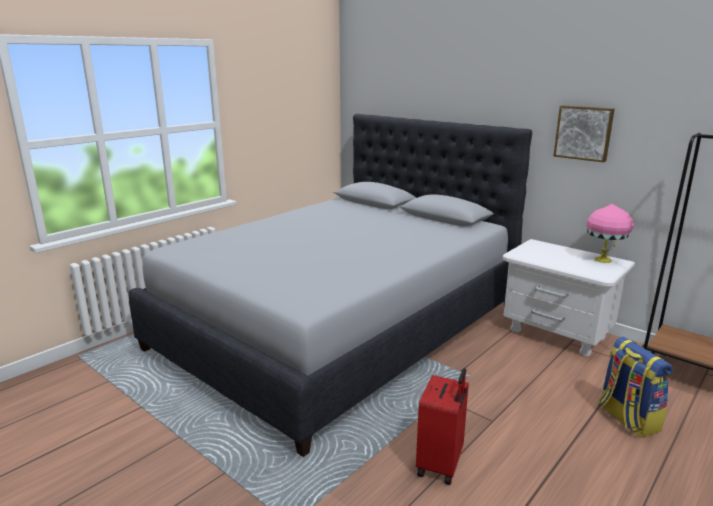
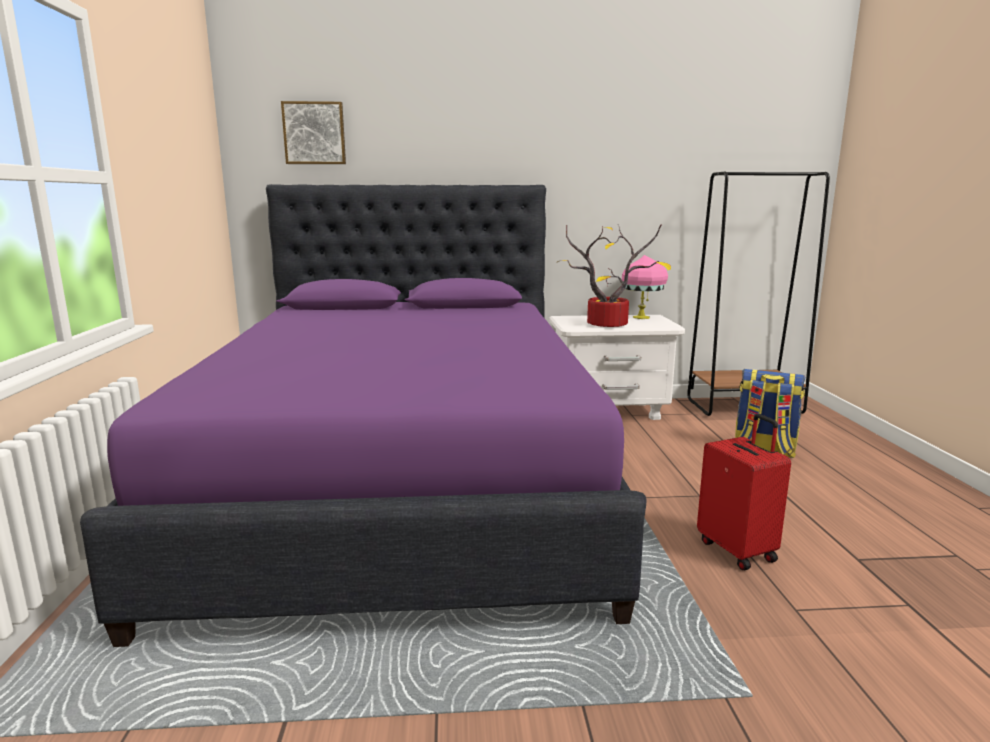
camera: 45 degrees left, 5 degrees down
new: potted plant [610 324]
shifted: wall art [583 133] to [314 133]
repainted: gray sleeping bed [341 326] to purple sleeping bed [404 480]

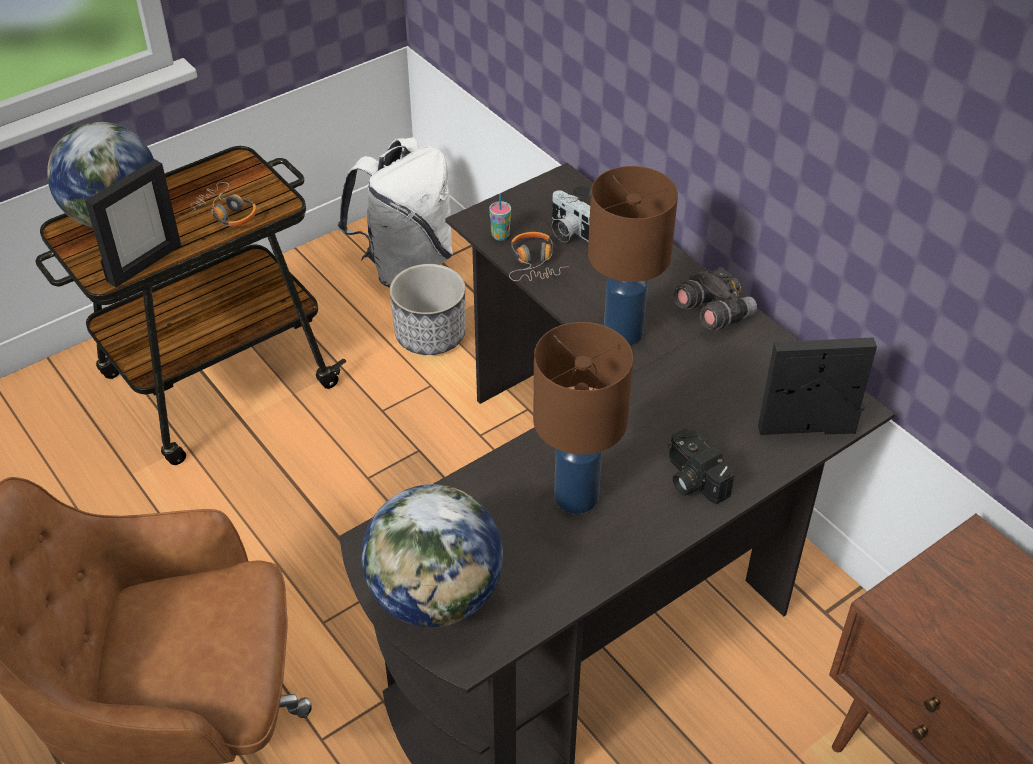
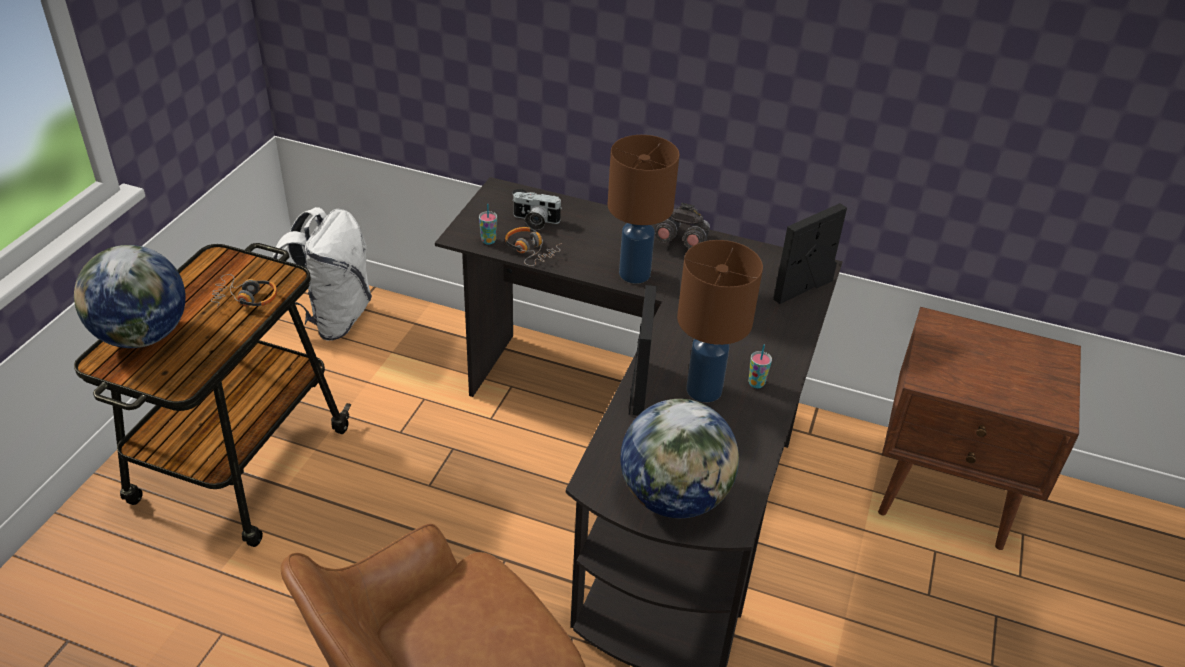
camera: 35 degrees left, 5 degrees down
gone: planter [430 335]; photo camera [691 480]
new: small cup [756 383]
shifted: standing frame [144 263] to [639 387]

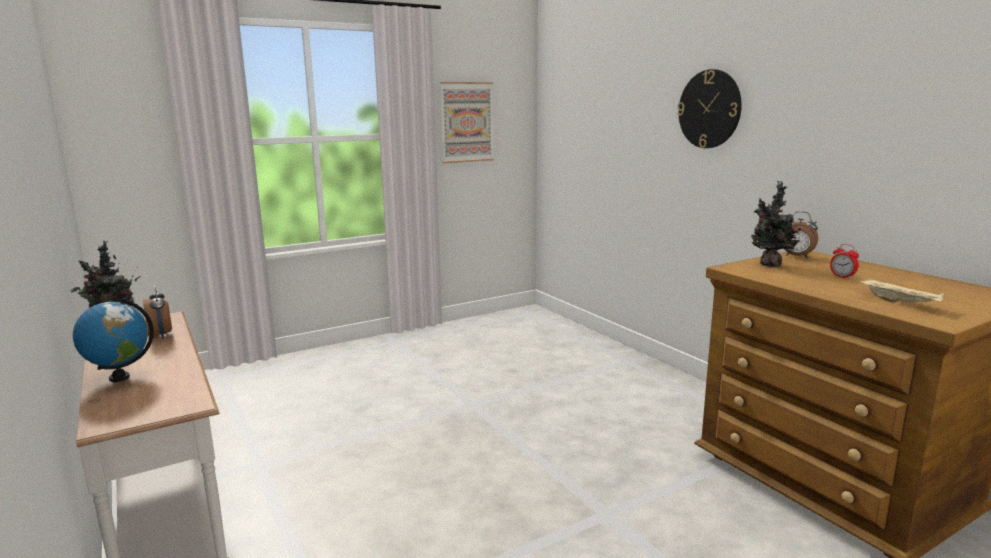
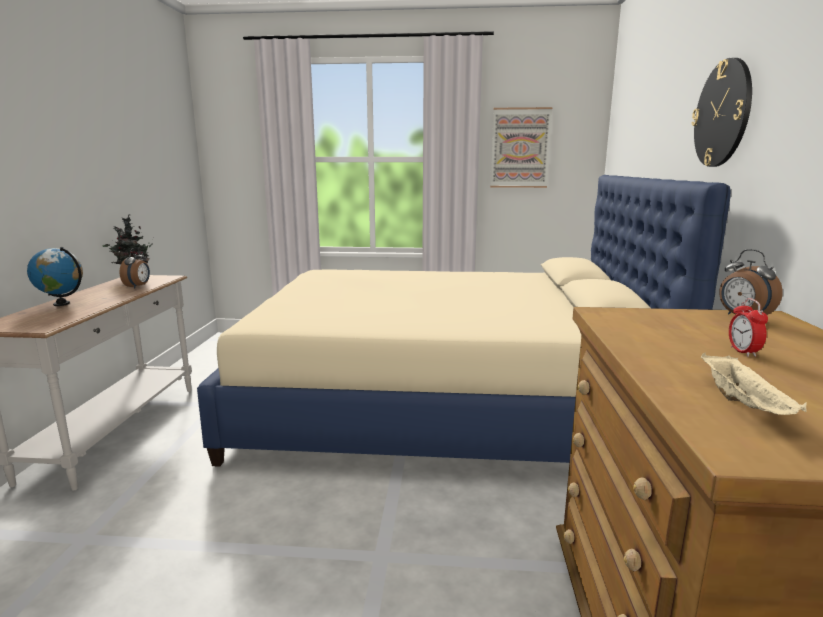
camera: 35 degrees right, 0 degrees up
gone: potted plant [770 265]
new: beige-coloured sleeping bed [442 403]

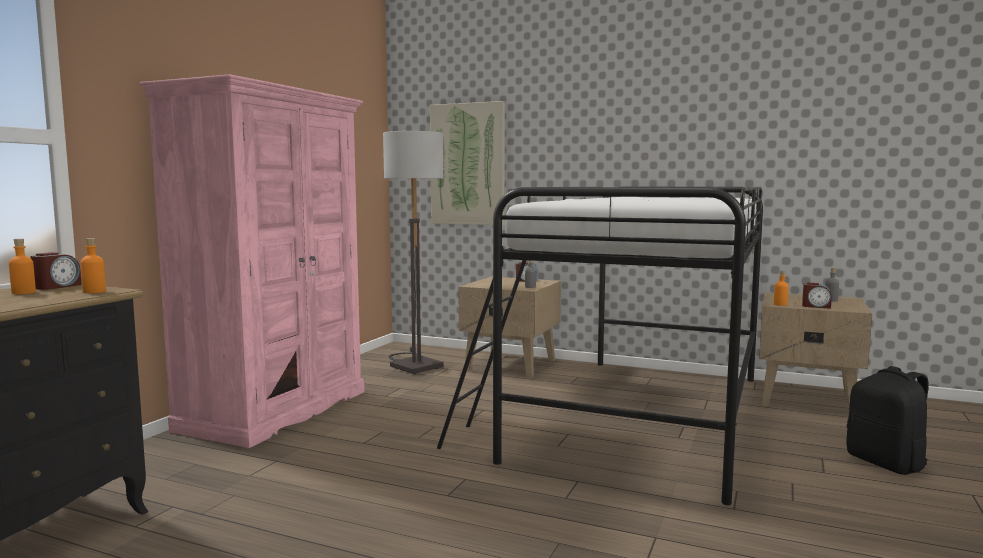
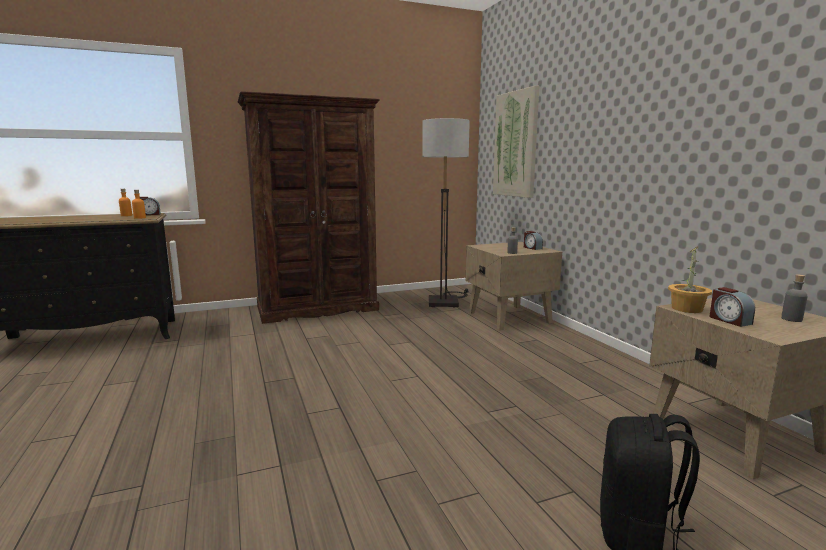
camera: 45 degrees right, 5 degrees up
gone: blackish sleeping bed [640 416]
swapped: orange-coloured drink bottle [780 304] to potted plant [687 309]
repainted: pink-coloured wardrobe [276 410] to brown-coloured wardrobe [317 308]

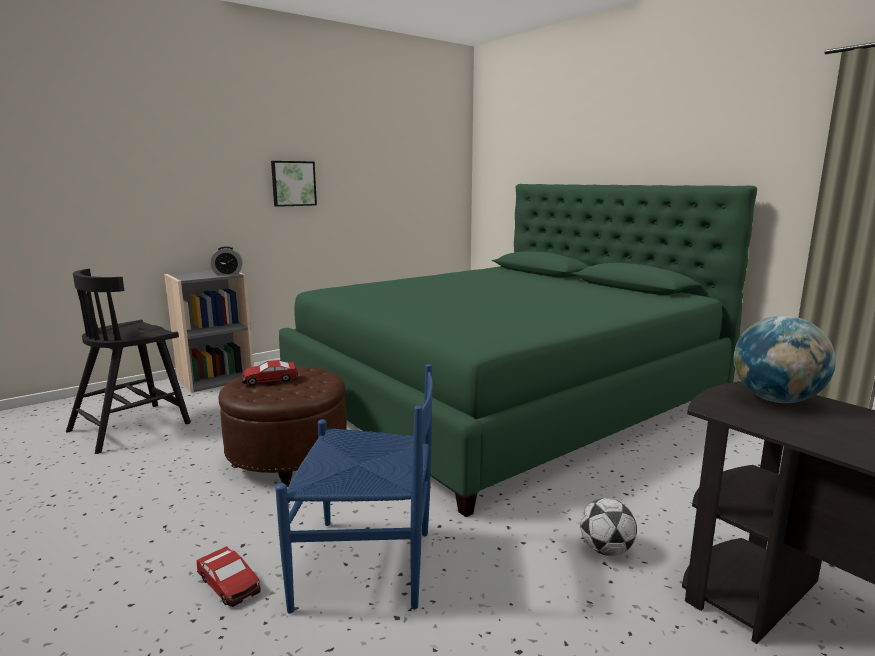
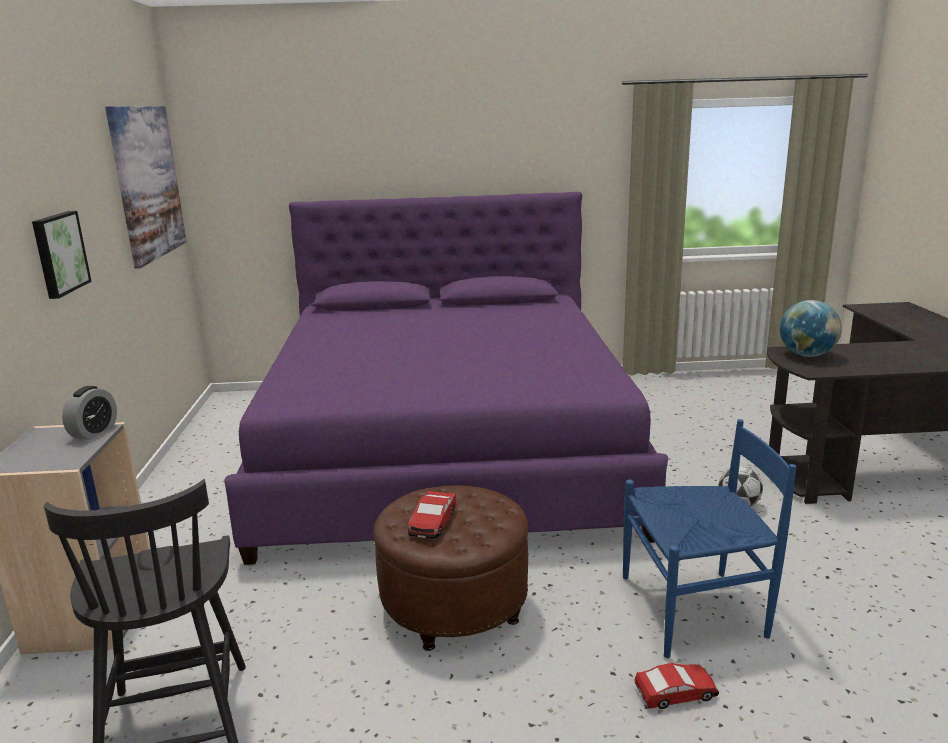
camera: 55 degrees left, 5 degrees up
new: wall art [147 182]
repainted: green-coloured sleeping bed [502 394] to purple sleeping bed [447 449]
rotated: bluish upright chair [367 566] = [695 609] 45 degrees clockwise

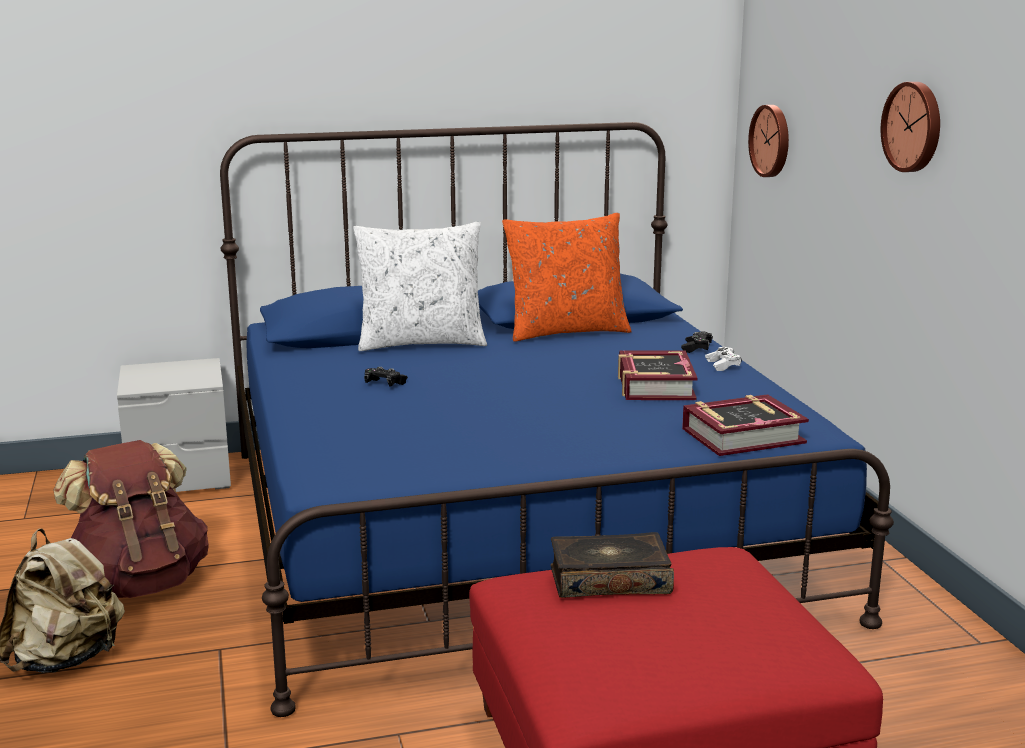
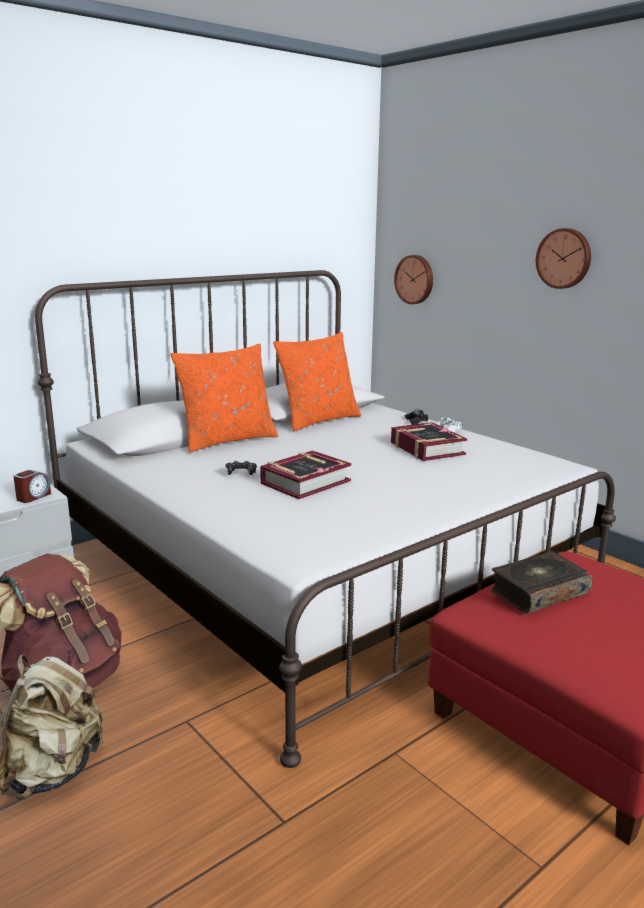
camera: 25 degrees left, 0 degrees up
new: bedside clock [33 497]
shifted: bound book [742 436] to [305 482]
repainted: bluish sleeping bed [511 529] to white-coloured sleeping bed [320 569]; white-coloured cushion [421 343] to orange-coloured cushion [227 440]

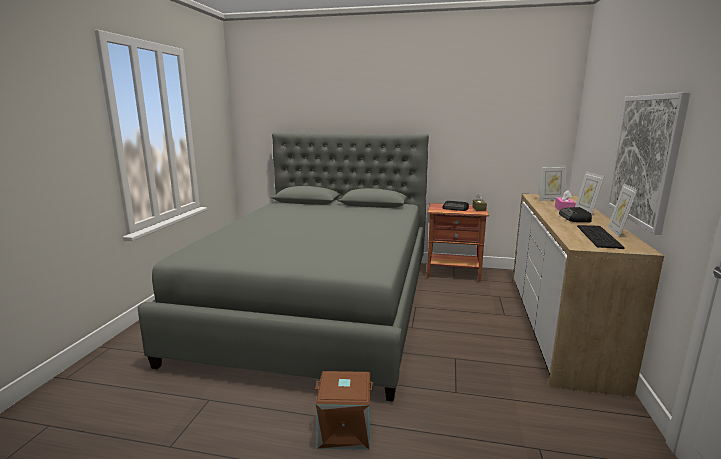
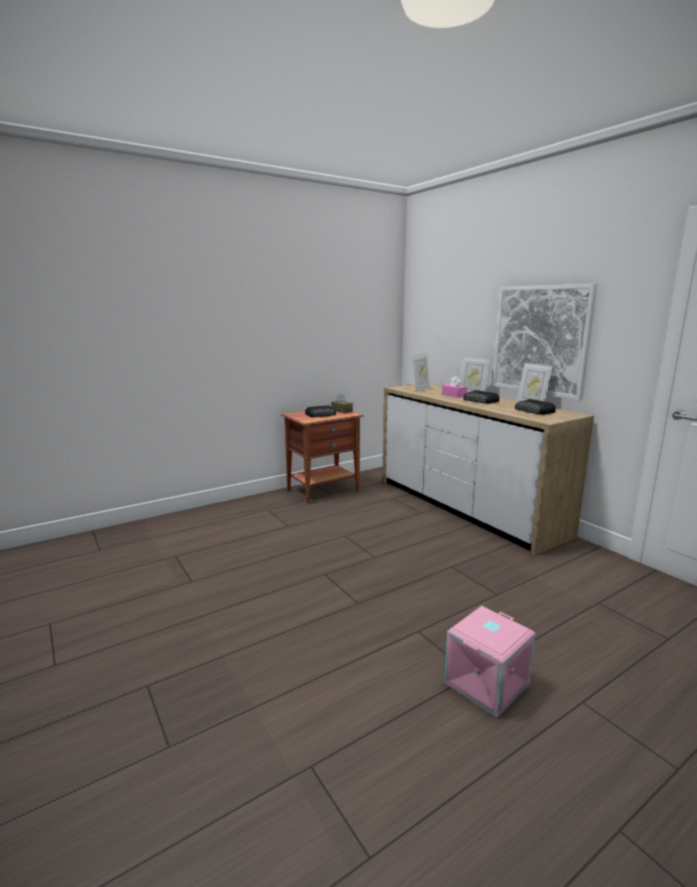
camera: 45 degrees left, 0 degrees up
gone: gray sleeping bed [320 303]
swapped: computer keyboard [600 237] to radio set [534 411]
repainted: brown-coloured storage container [344 430] to pink-coloured storage container [487 684]

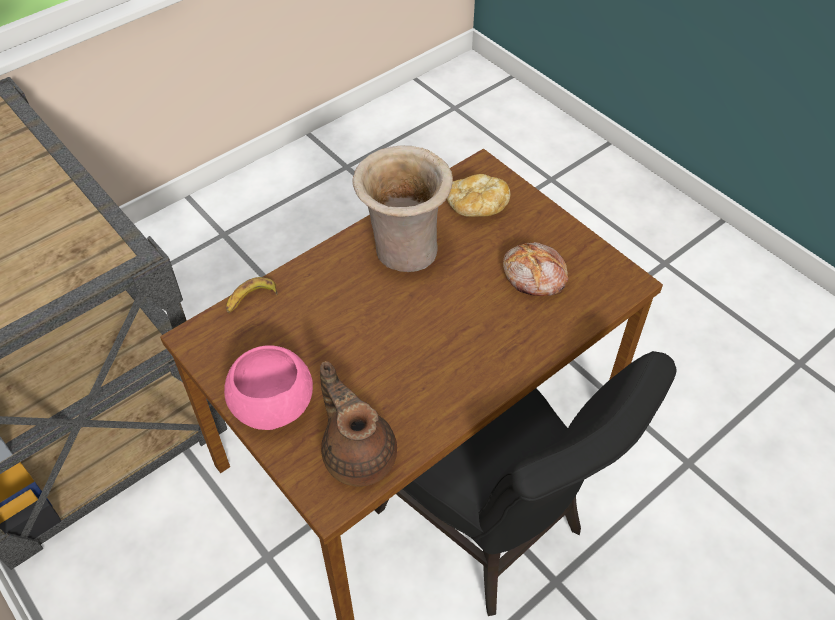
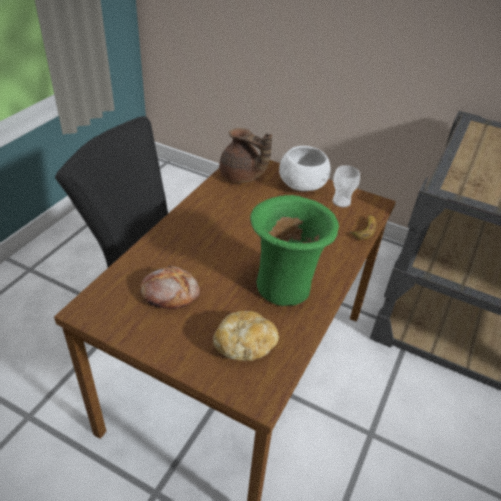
camera: 155 degrees right, 10 degrees down
new: small cup [341 202]
repainted: pink-coloured serving bowl [272 405] to white-coloured serving bowl [302 185]; beige-coloured flower vase [403 252] to green-coloured flower vase [284 286]

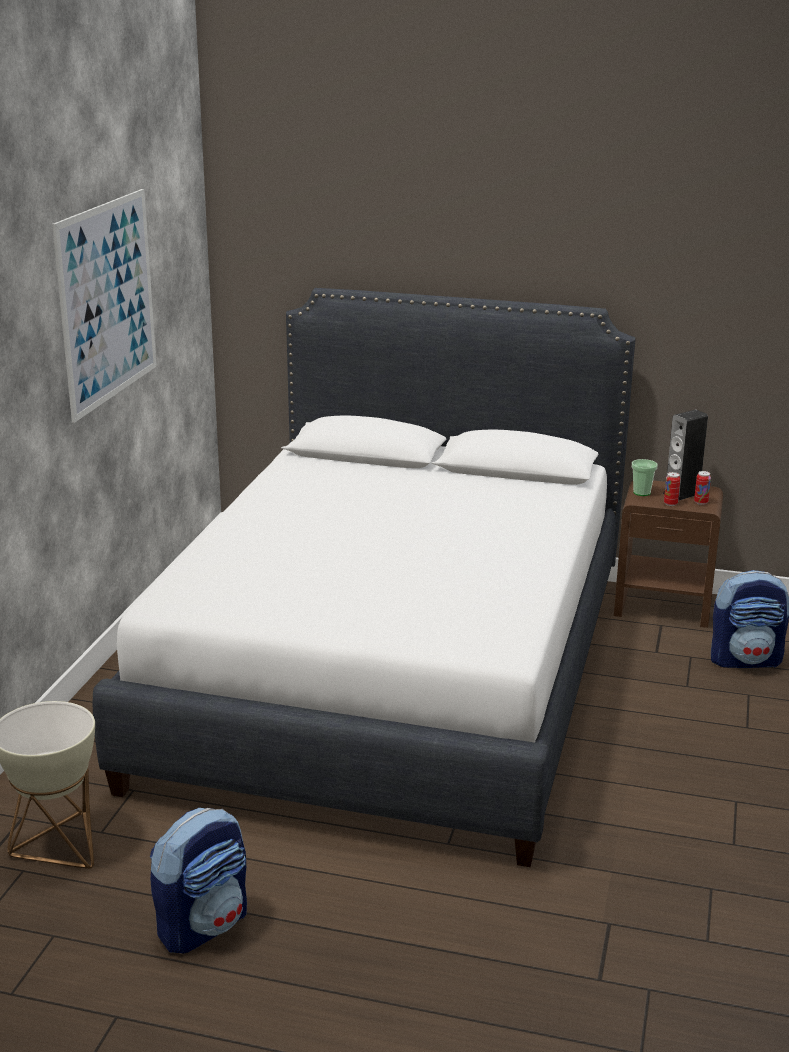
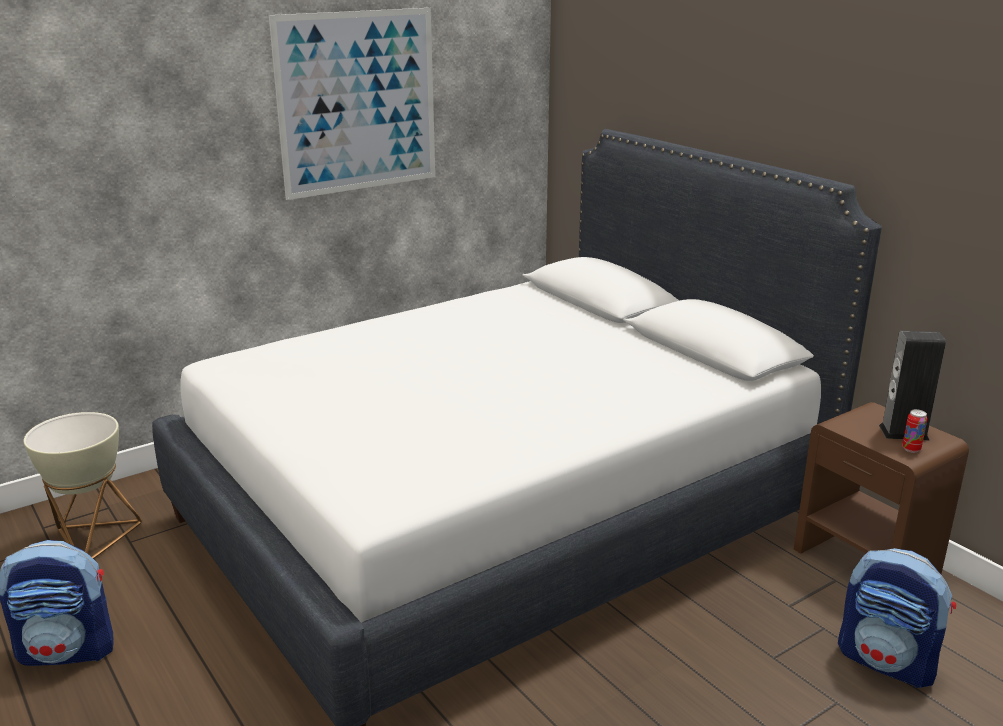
camera: 40 degrees right, 0 degrees up
gone: small cup [642 492]; metal can [670 504]

